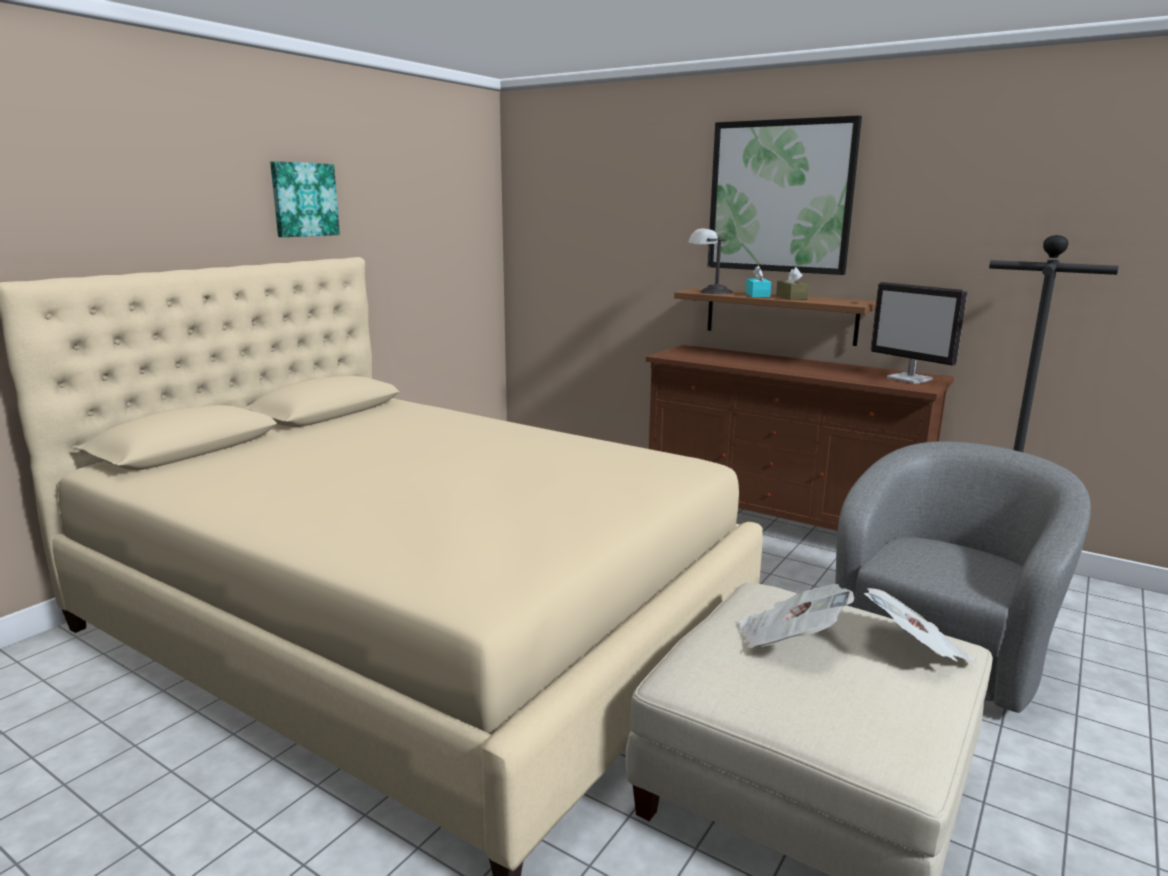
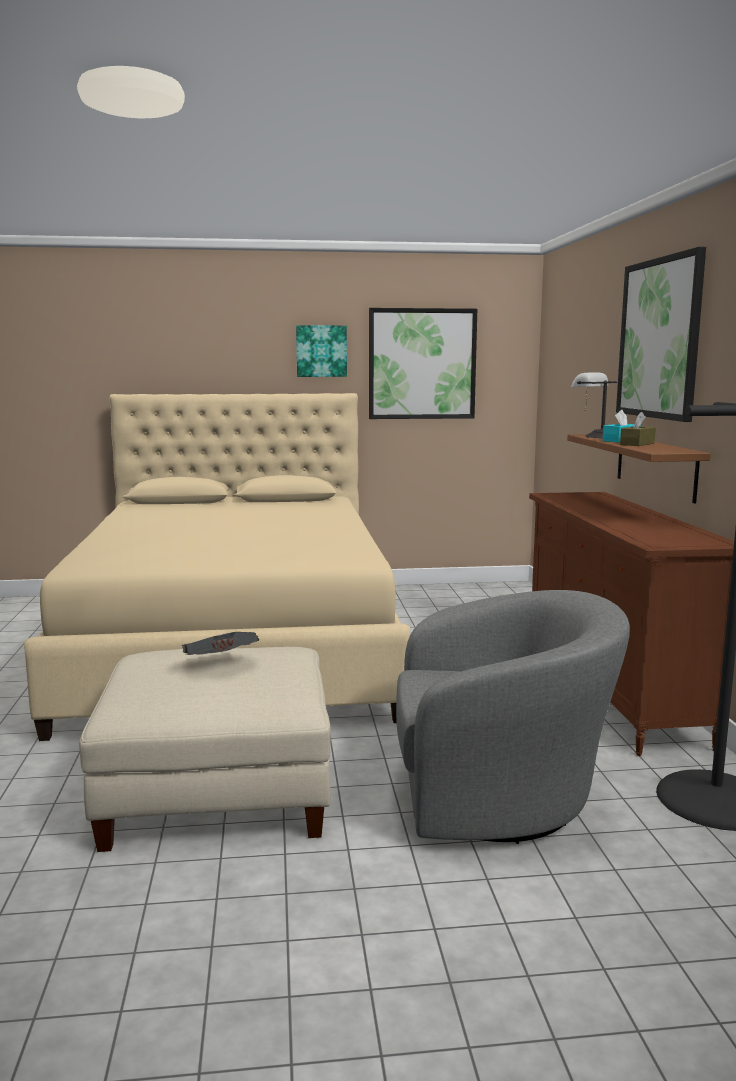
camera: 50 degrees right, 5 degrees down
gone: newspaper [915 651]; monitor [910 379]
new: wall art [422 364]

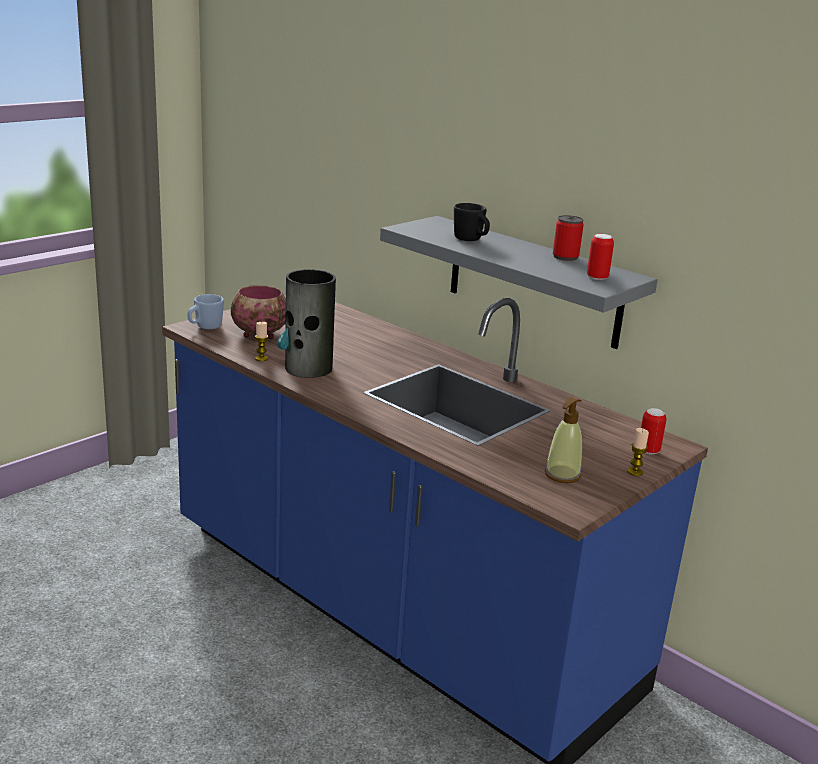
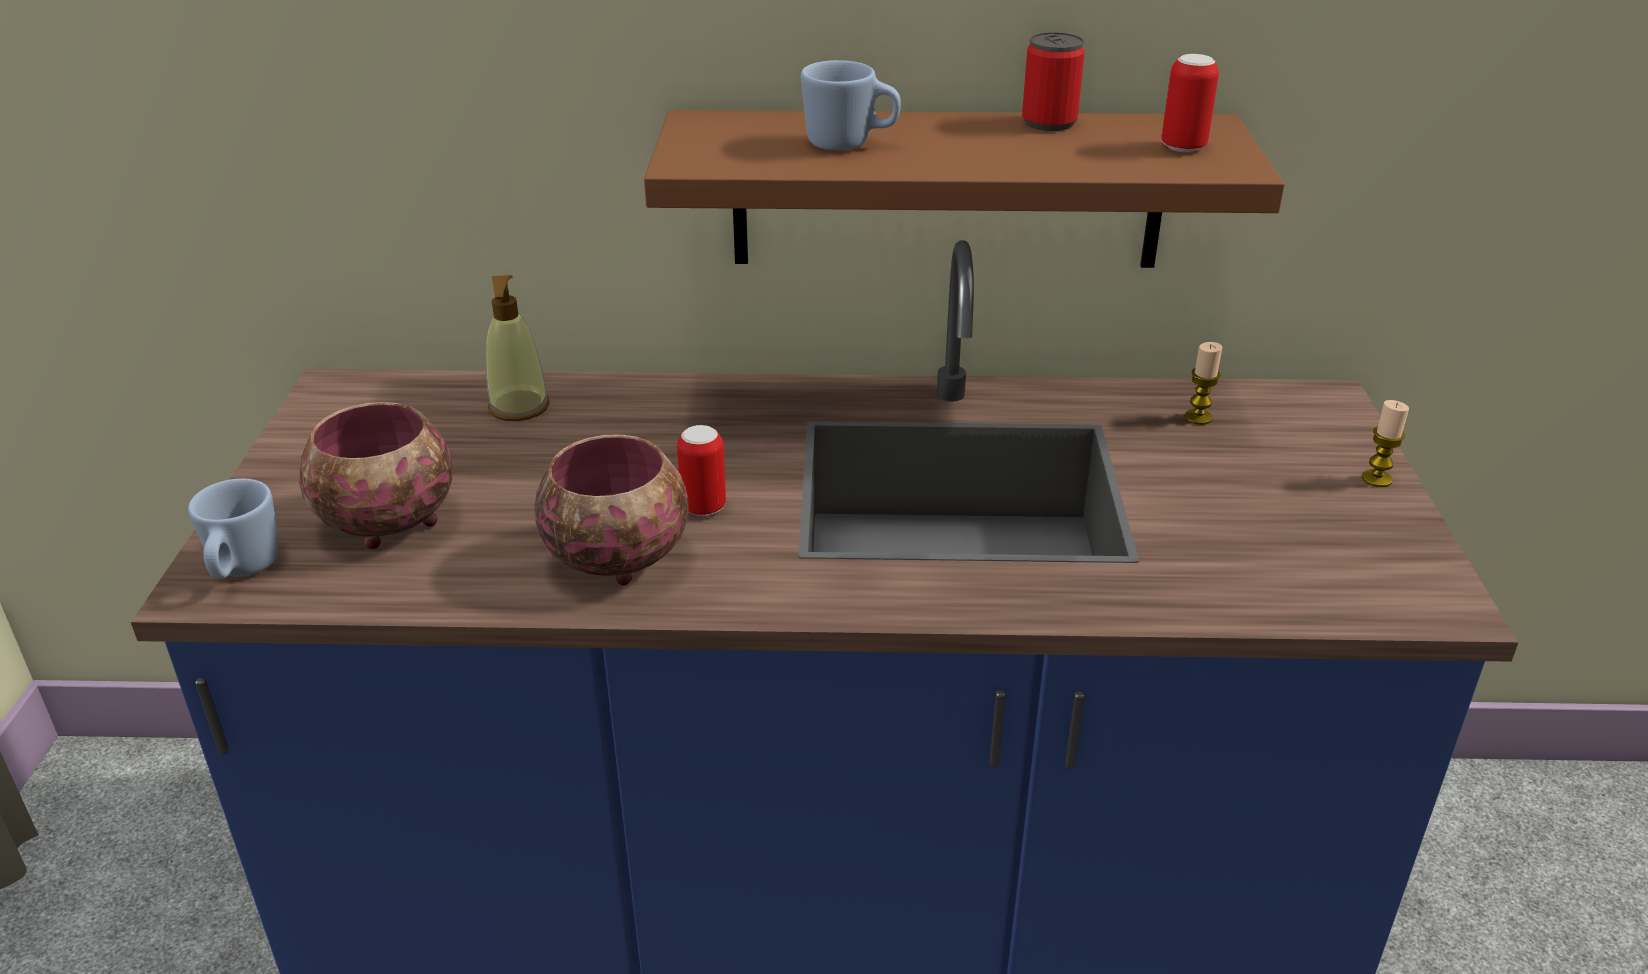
camera: 40 degrees left, 10 degrees up
shifted: wax candle [261 358] to [1198 417]; soap bottle [562 475] to [519 407]; metal can [648 450] to [703 507]
swapped: flower vase [308 368] to serving bowl [618 558]
repainted: gray shelf [534 281] to brown-coloured shelf [947 190]; blackish coffee mug [471 240] to bluish coffee mug [850 144]

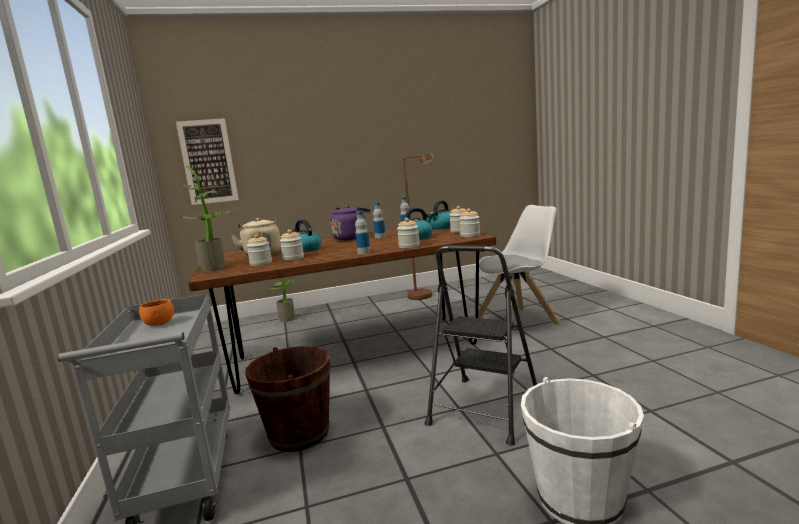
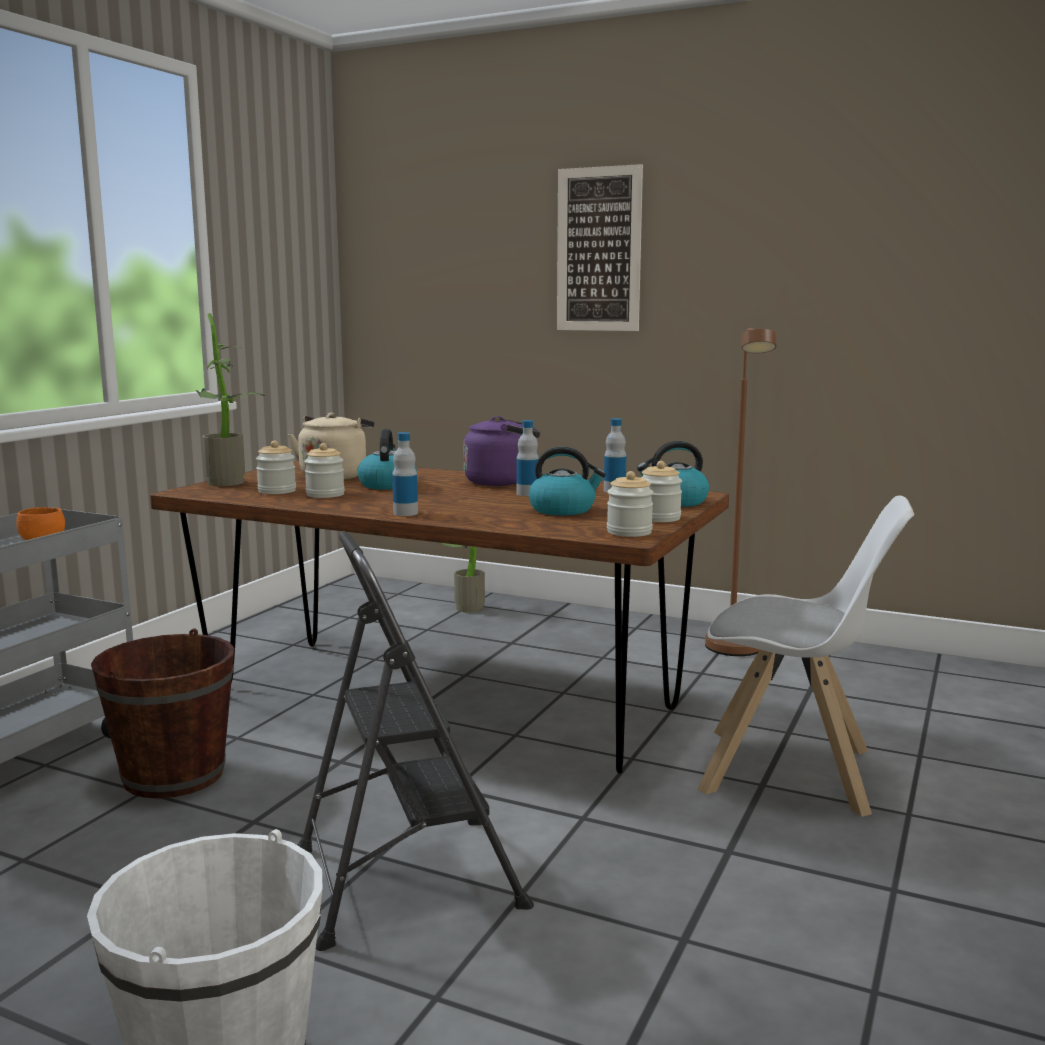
camera: 40 degrees right, 0 degrees up
gone: preserve jar [409 246]
shifted: wall art [208 162] to [598 250]

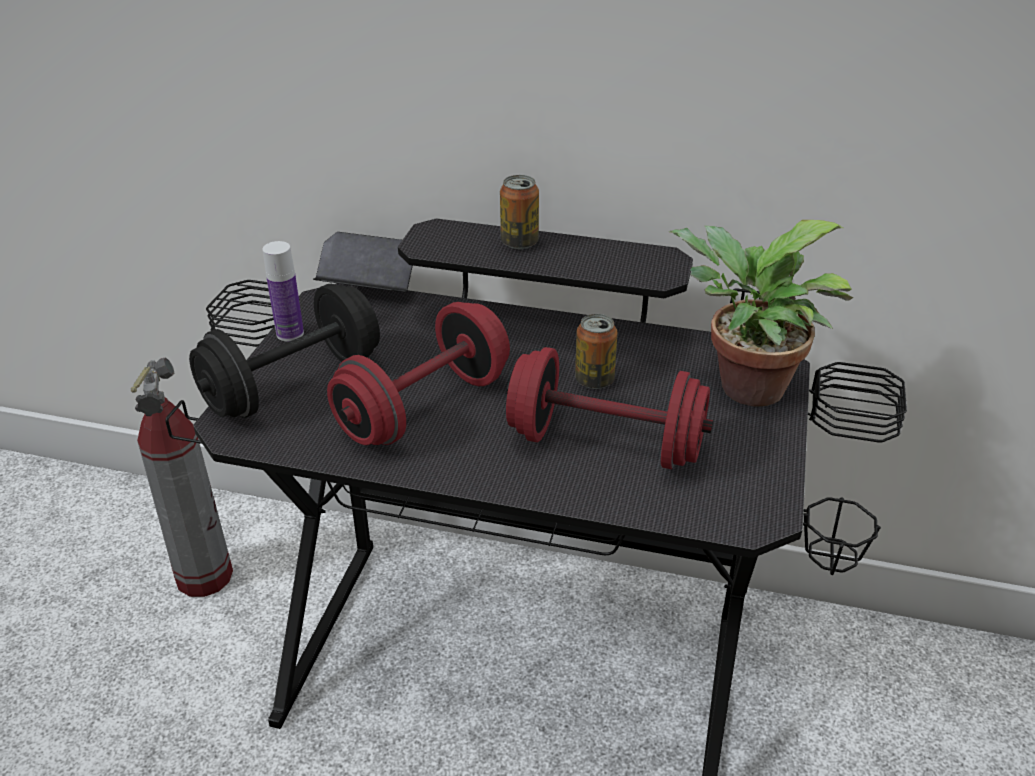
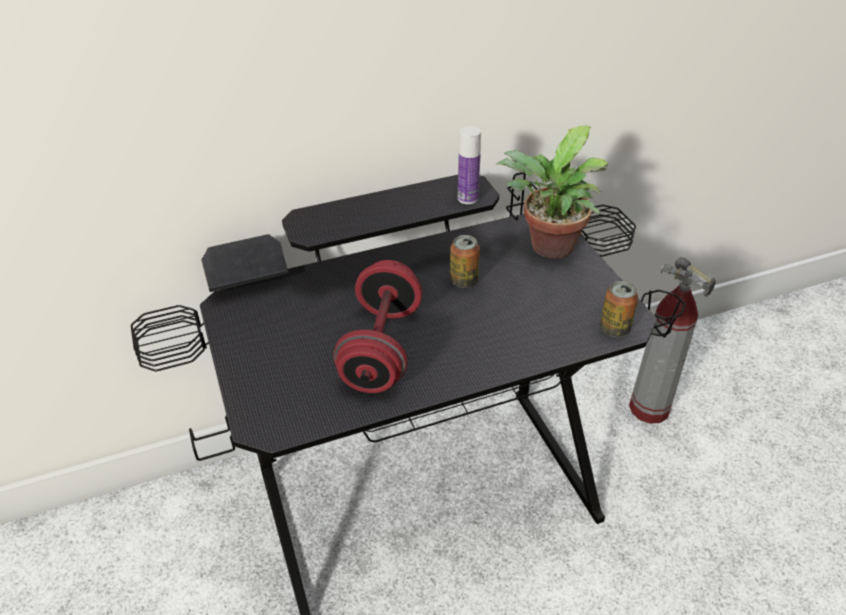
camera: 35 degrees left, 5 degrees up
gone: blackish free weight [293 385]; red free weight [605 444]
shifted: extinguisher [204 576] to [648 408]; drink bottle [290 334] to [467 198]; metal can [519 242] to [614 329]

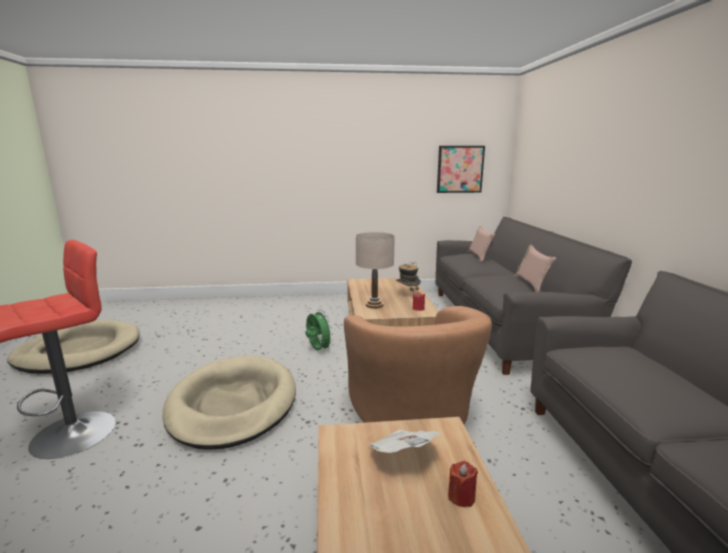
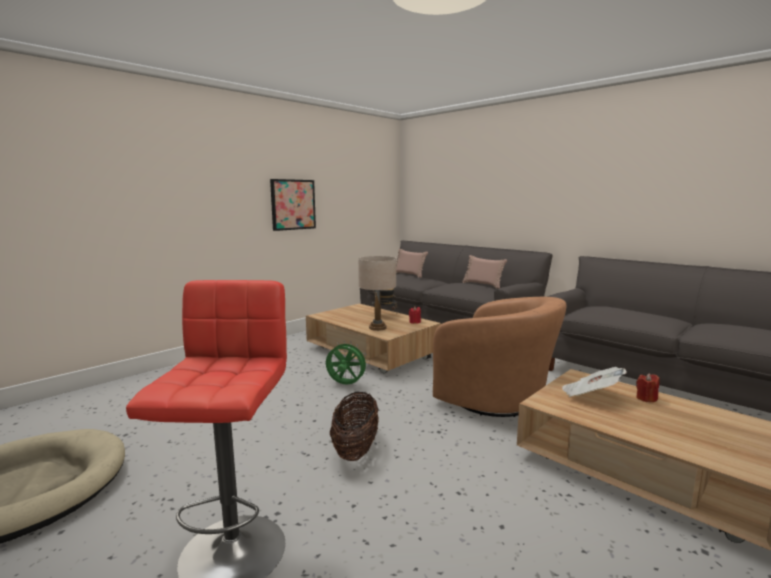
camera: 40 degrees left, 5 degrees down
shifted: wall art [460 169] to [293 204]
swapped: beige-coloured dog cushion [233 404] to basket [355 449]

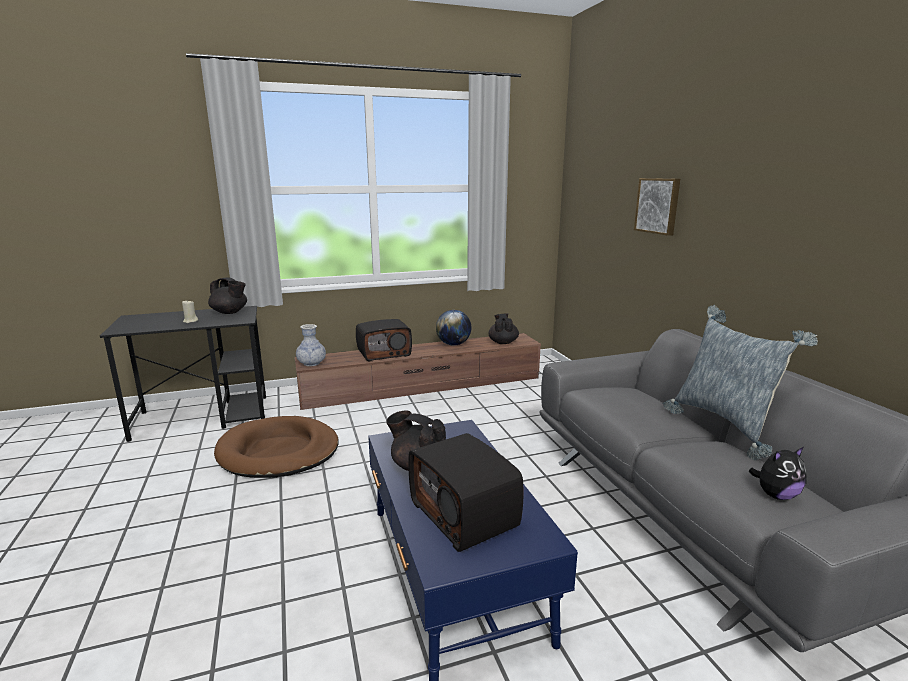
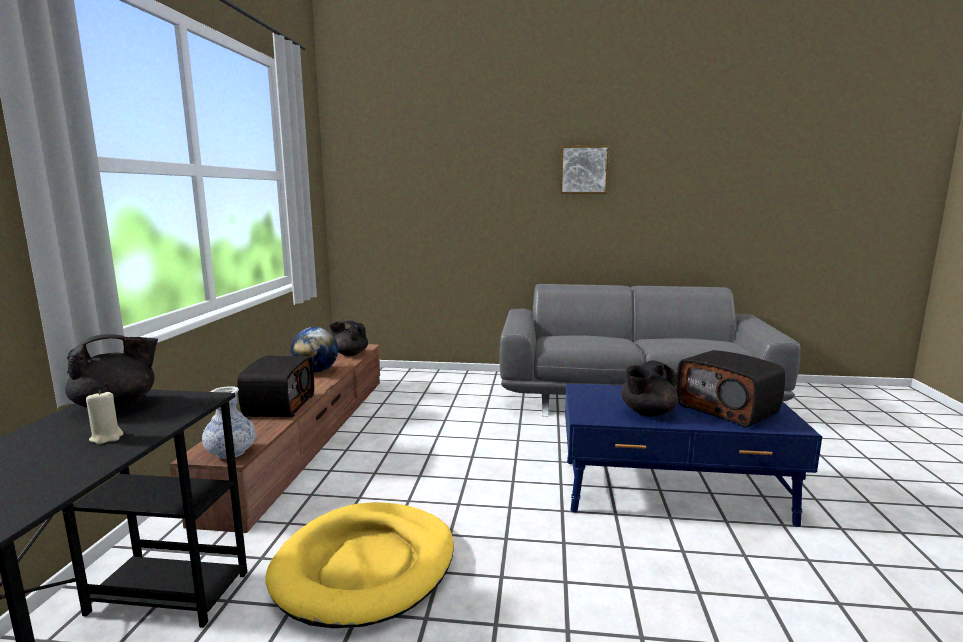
camera: 65 degrees left, 5 degrees down
gone: cushion [724 432]; cuddly toy [775 495]
shifted: wall art [658 205] to [584 170]
repainted: brown-coloured dog cushion [278 451] to yellowish dog cushion [366 567]
rotated: radio set [465 514] = [727 409] 60 degrees clockwise

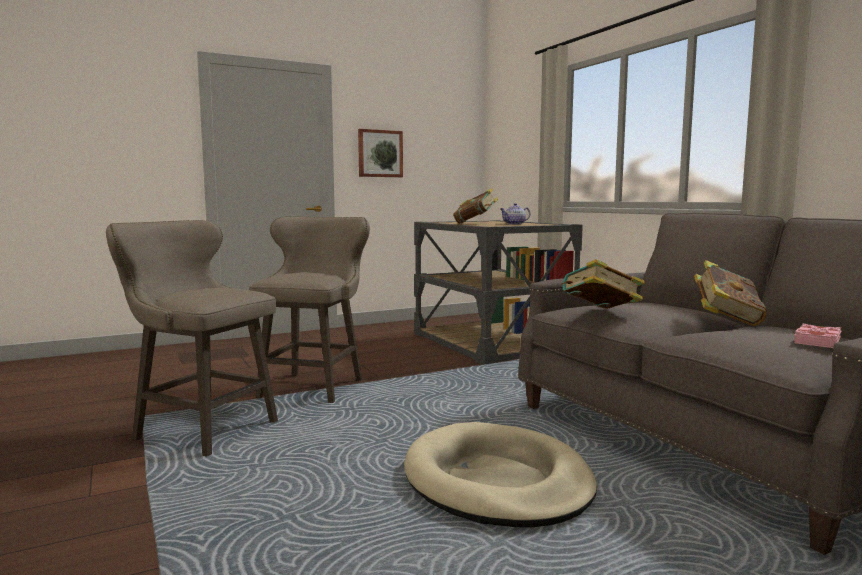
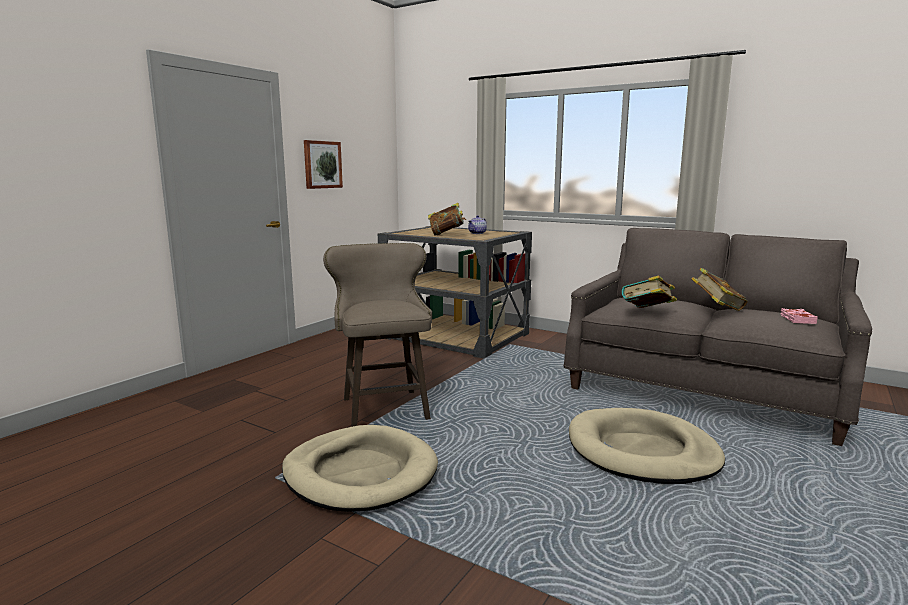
camera: 30 degrees left, 5 degrees up
swapped: beige-coloured stool seat [202 429] to beige-coloured dog cushion [360 473]

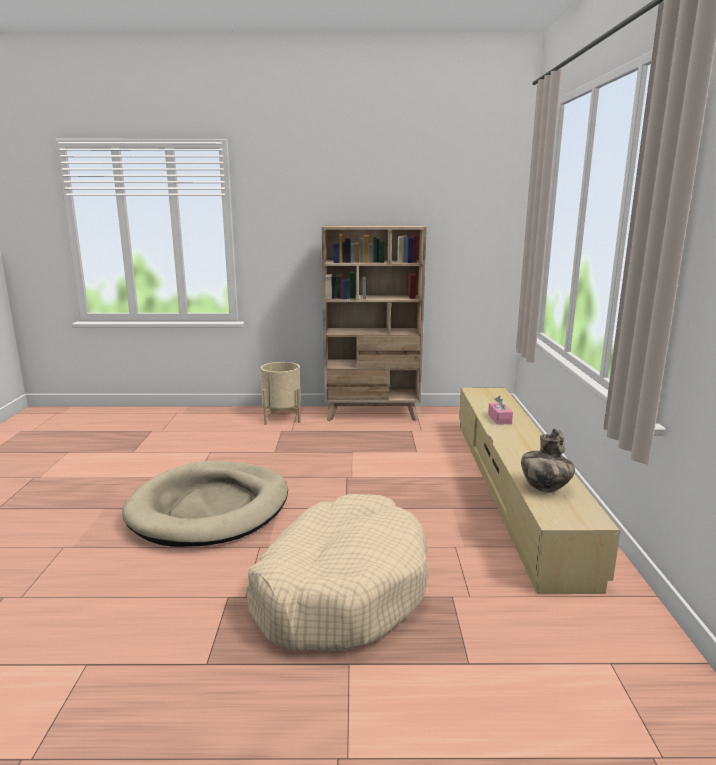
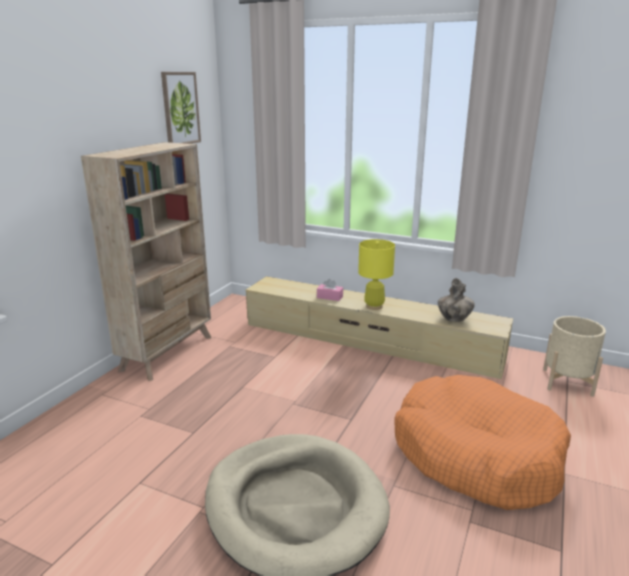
camera: 65 degrees left, 5 degrees up
new: wall art [180 109]; yellowish lamp for a table [374 306]
shifted: beige-coloured planter [282 417] to [567 382]
repainted: beige-coloured dog cushion [340 589] to orange-coloured dog cushion [475 454]

